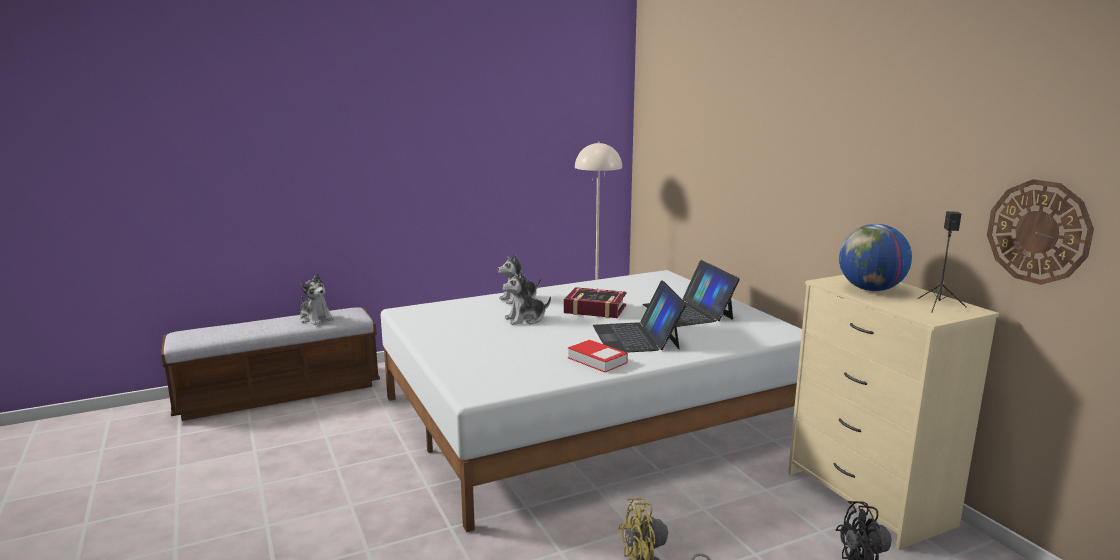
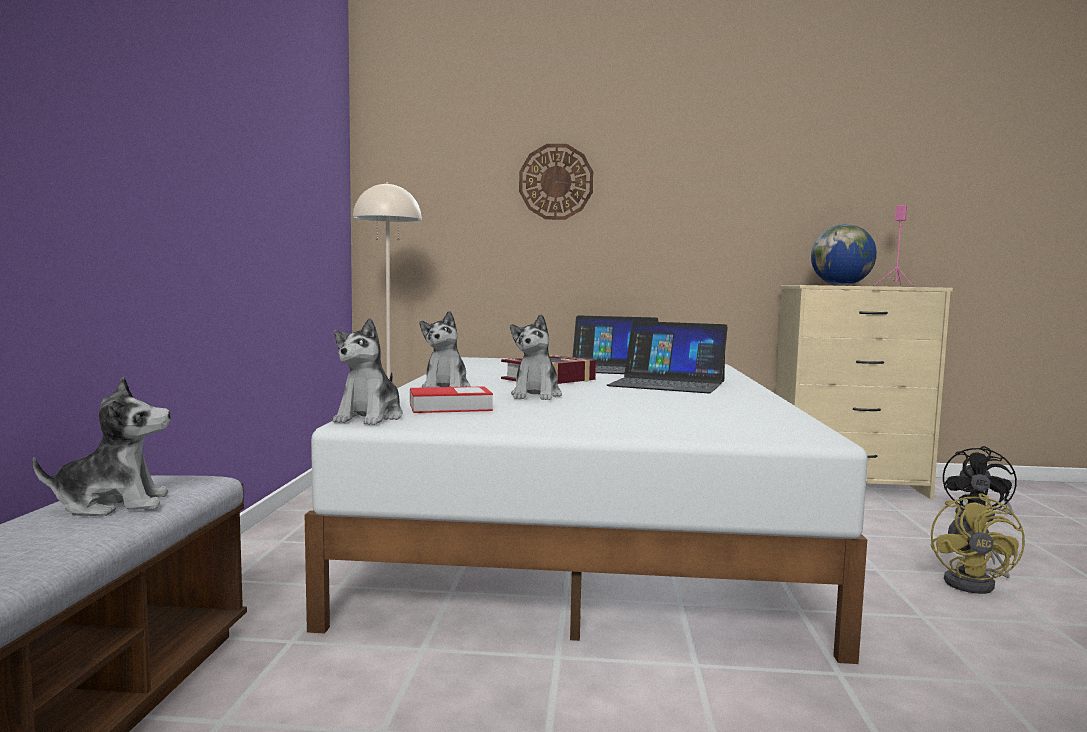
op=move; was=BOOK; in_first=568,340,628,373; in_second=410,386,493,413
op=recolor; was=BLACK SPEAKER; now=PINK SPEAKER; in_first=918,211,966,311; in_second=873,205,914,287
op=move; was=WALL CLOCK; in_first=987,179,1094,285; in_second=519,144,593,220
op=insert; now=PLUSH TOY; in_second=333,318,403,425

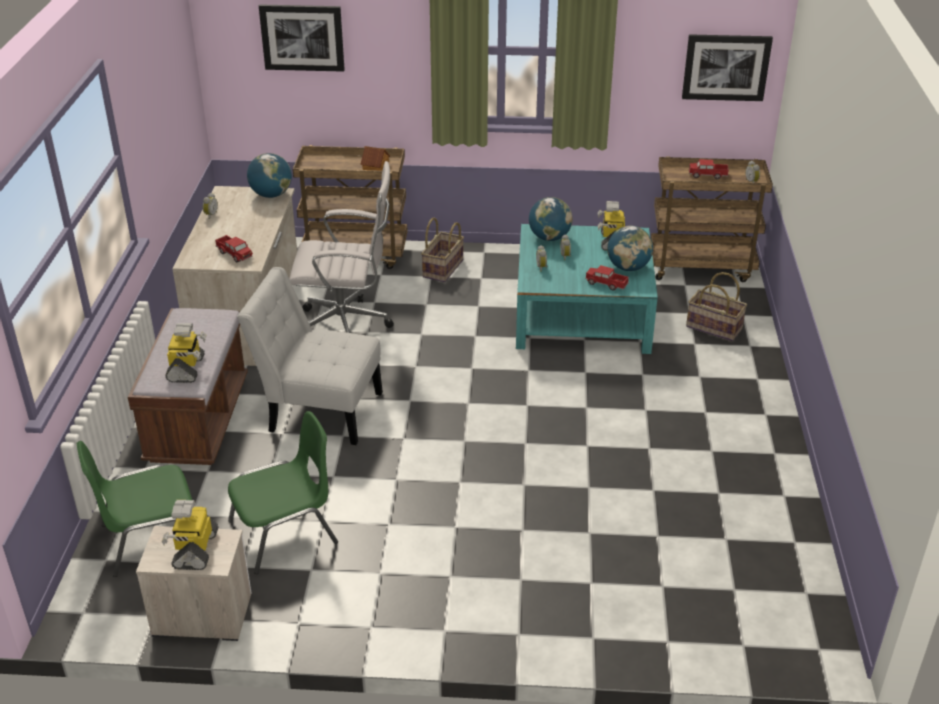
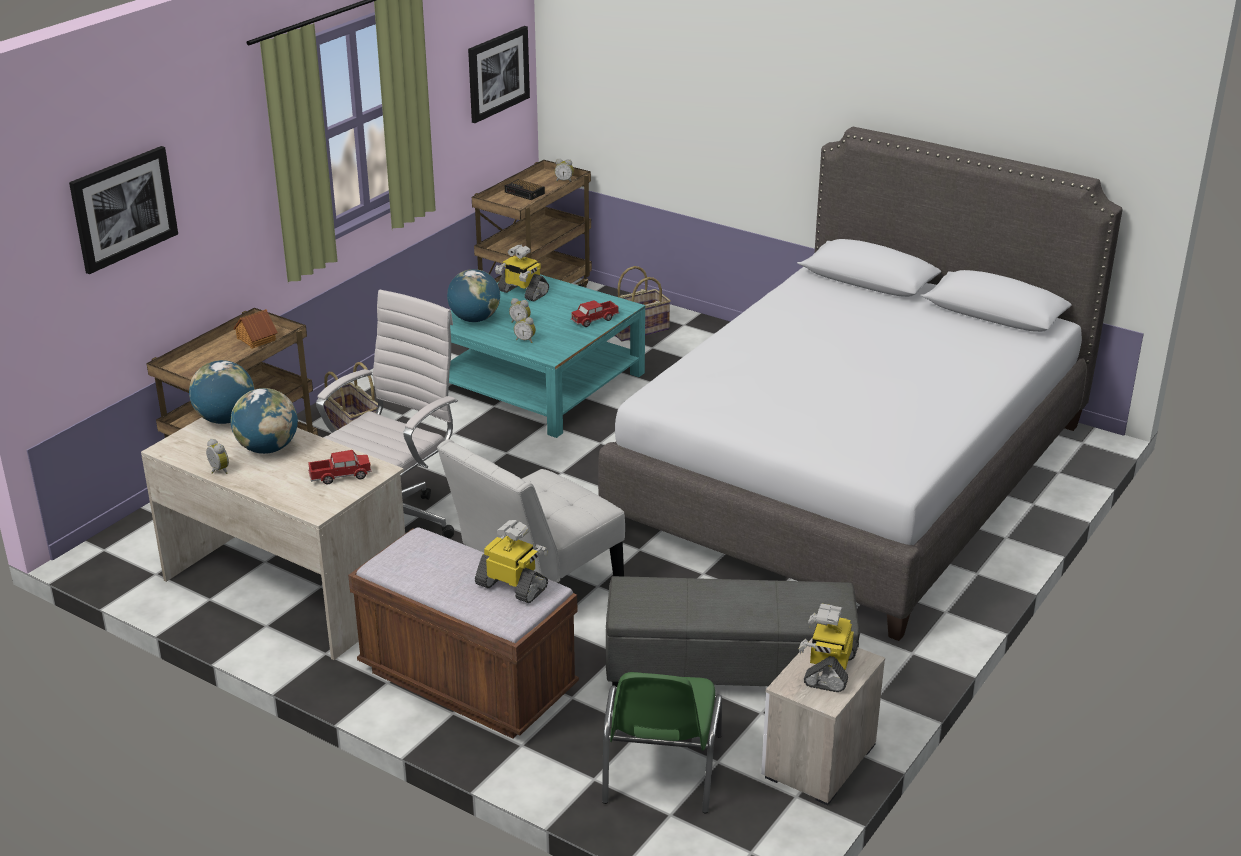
op=rotate; was=TOY ROBOT; in_first=162,500,219,570; in_second=799,603,858,692; clockwise=75
op=replace; was=GREEN CHAIR; now=GREY OTTOMAN; in_first=228,411,338,574; in_second=606,576,860,687
op=move; was=GLOBE; in_first=607,226,653,271; in_second=231,388,298,454
op=replace; was=TOY TRUCK; now=ALARM CLOCK; in_first=689,159,729,179; in_second=505,179,545,200
op=insert; now=GREY BED; in_second=598,126,1123,641

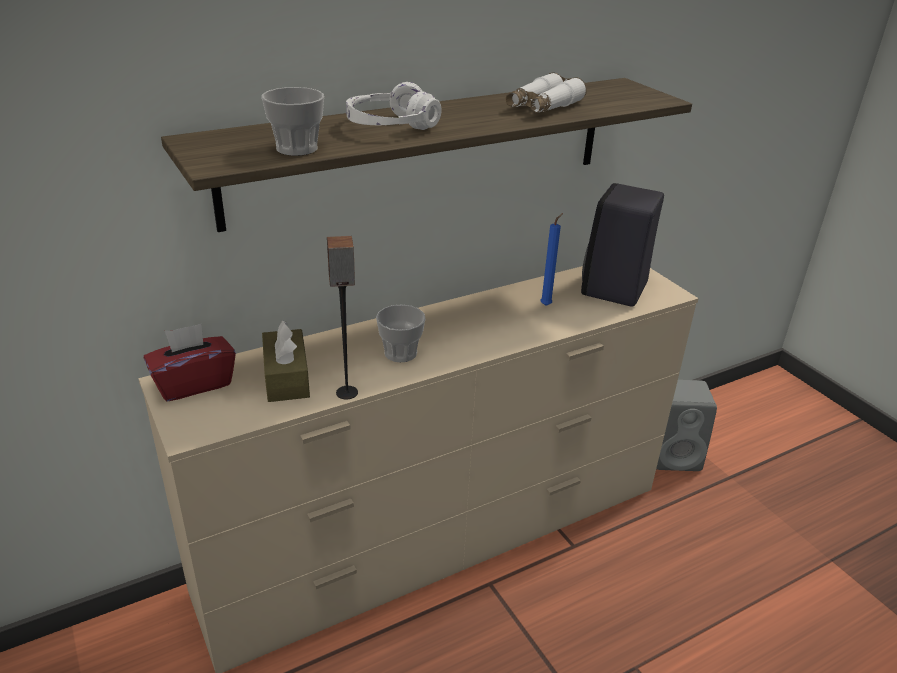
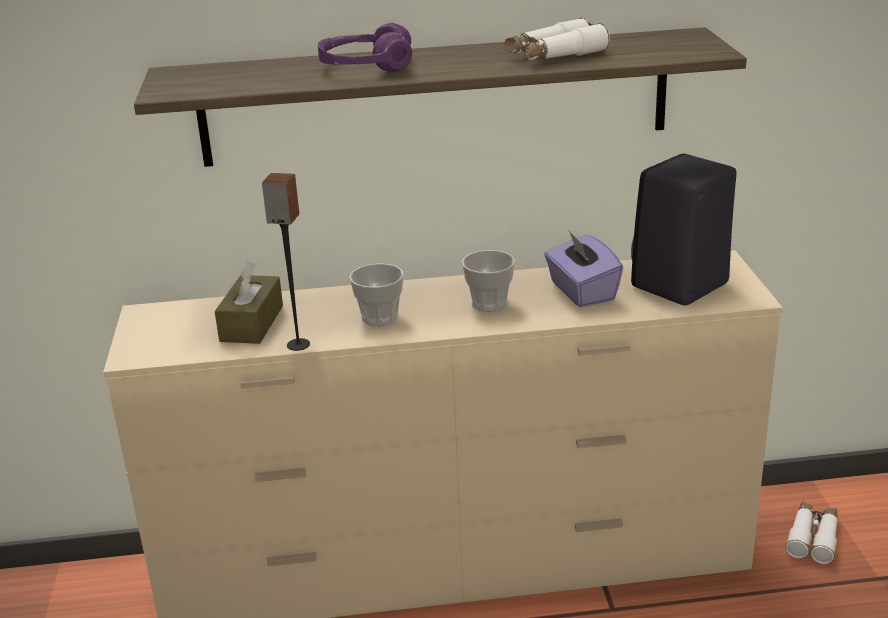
op=delete; was=RED TISSUE BOX; in_first=144,324,236,401
op=move; was=CUP; in_first=262,87,324,156; in_second=462,250,515,312
op=recolor; was=WHITE HEADPHONES; now=PURPLE HEADPHONES; in_first=346,82,442,130; in_second=318,23,412,72
op=replace; was=BLUE CANDLE; now=PURPLE TISSUE BOX; in_first=540,213,563,306; in_second=544,231,623,307
op=replace; was=GREY SPEAKER; now=WHITE BINOCULARS; in_first=656,380,717,471; in_second=785,501,838,564

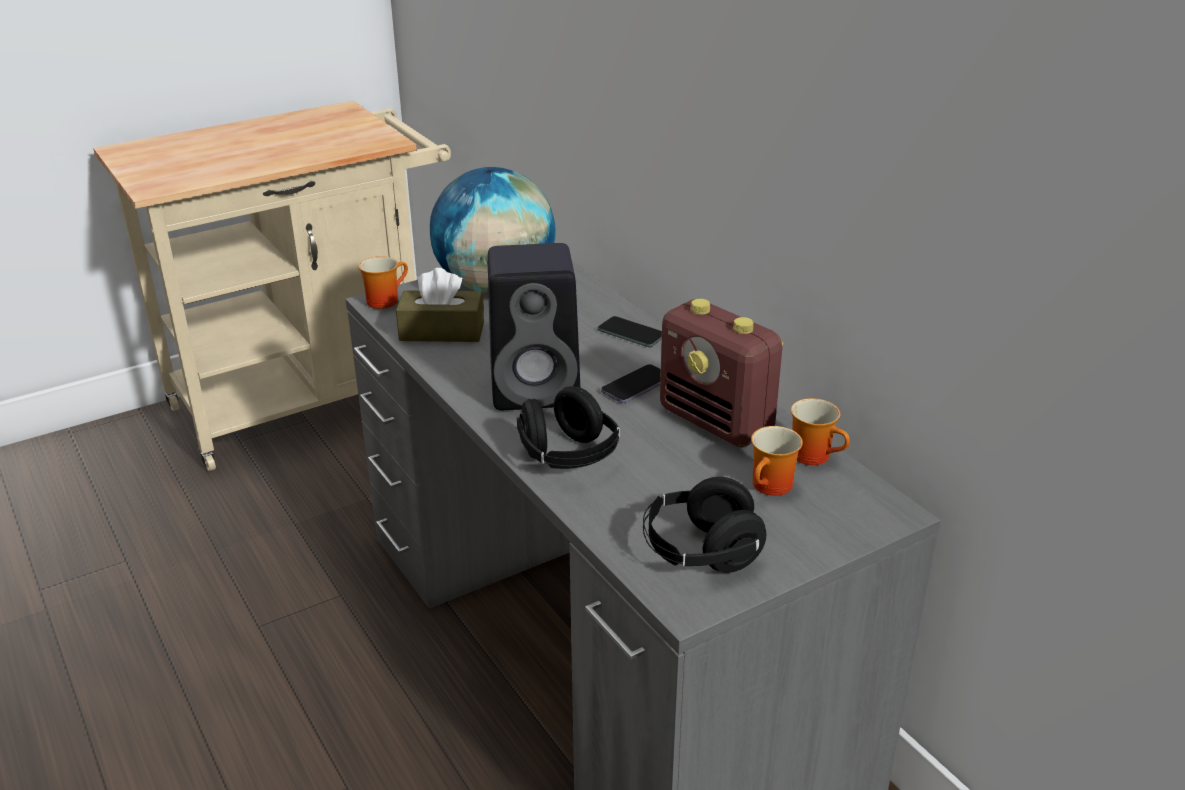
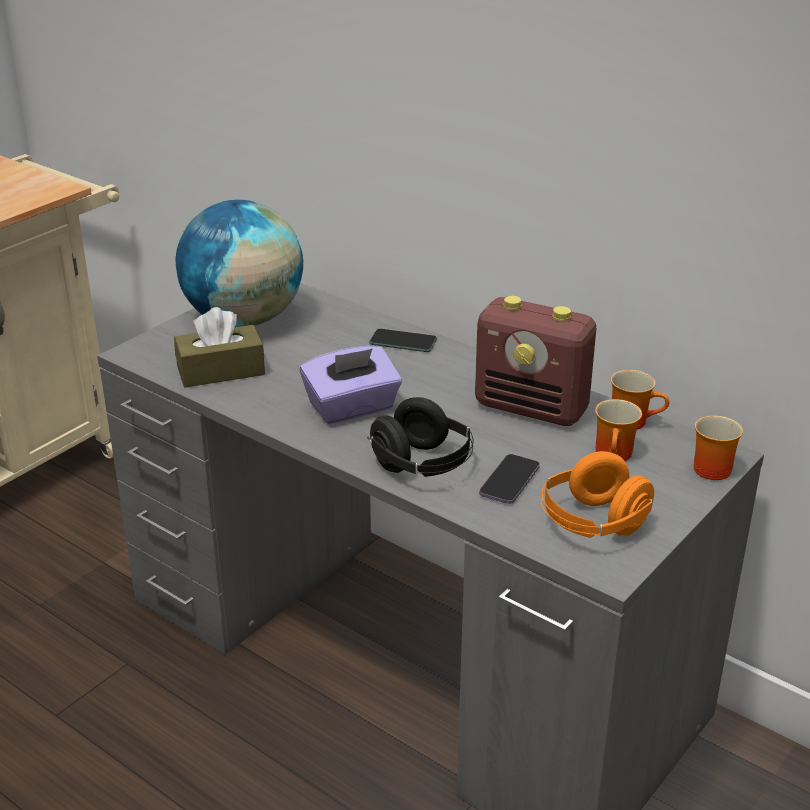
op=move; was=MUG; in_first=358,256,408,309; in_second=694,415,743,480
op=replace; was=BLACK SPEAKER; now=PURPLE TISSUE BOX; in_first=488,243,580,410; in_second=300,346,402,424
op=move; was=PHONE; in_first=601,364,661,403; in_second=479,454,540,504
op=recolor; was=BLACK HEADPHONES; now=ORANGE HEADPHONES; in_first=643,477,766,573; in_second=541,451,654,538

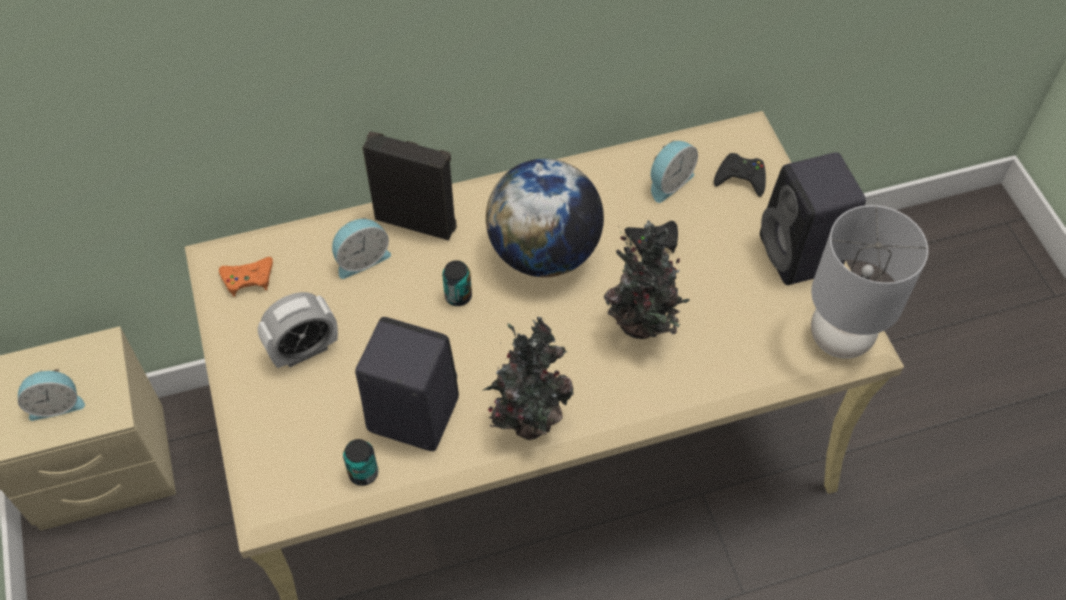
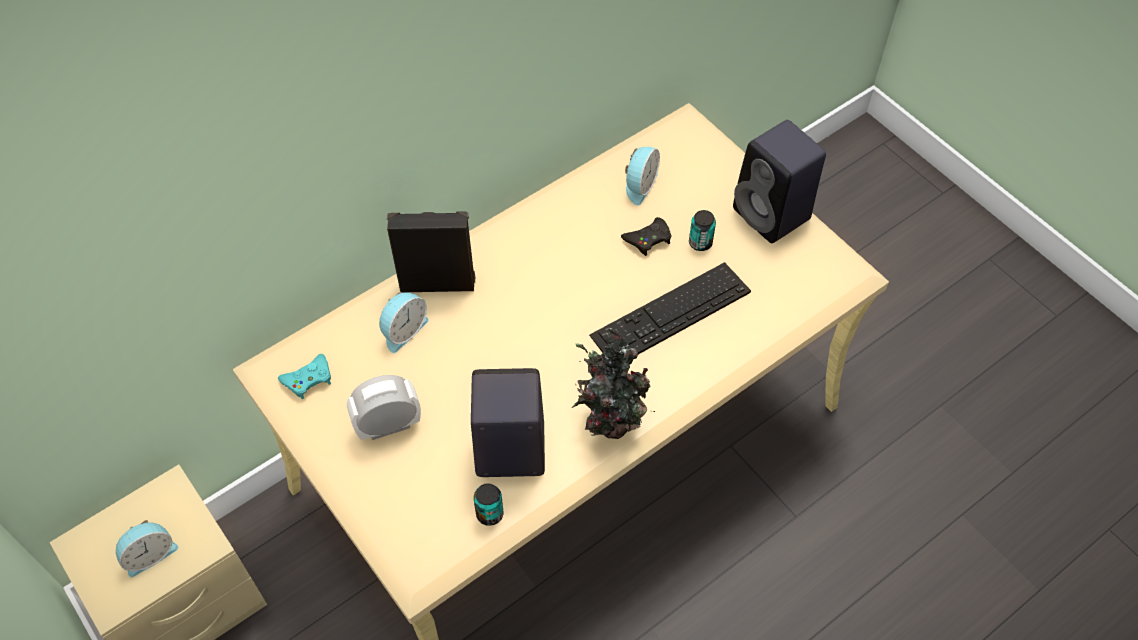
op=recolor; was=ORANGE GAME CONTROLLER; now=TURQUOISE GAME CONTROLLER; in_first=219,257,273,297; in_second=278,354,331,399
op=rotate; was=ALARM CLOCK; in_first=258,292,338,368; in_second=347,375,421,440; clockwise=-150
op=move; was=CAN; in_first=442,260,472,306; in_second=689,210,716,251
op=delete; was=GLOBE; in_first=486,159,604,277
op=replace; was=POTTED PLANT; now=KEYBOARD; in_first=604,220,690,339; in_second=589,262,751,354
op=delete; was=BLACK GAME CONTROLLER; in_first=714,153,766,197
op=delete; was=GREY TABLE LAMP; in_first=811,205,928,359

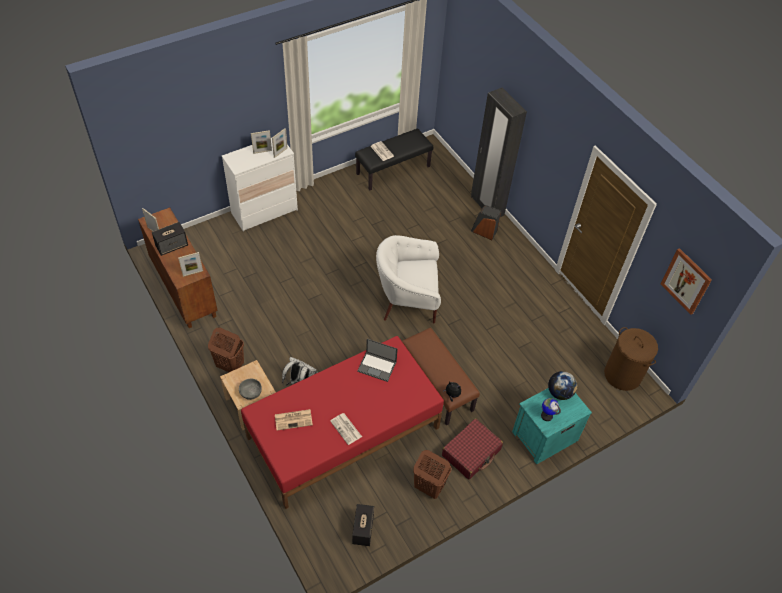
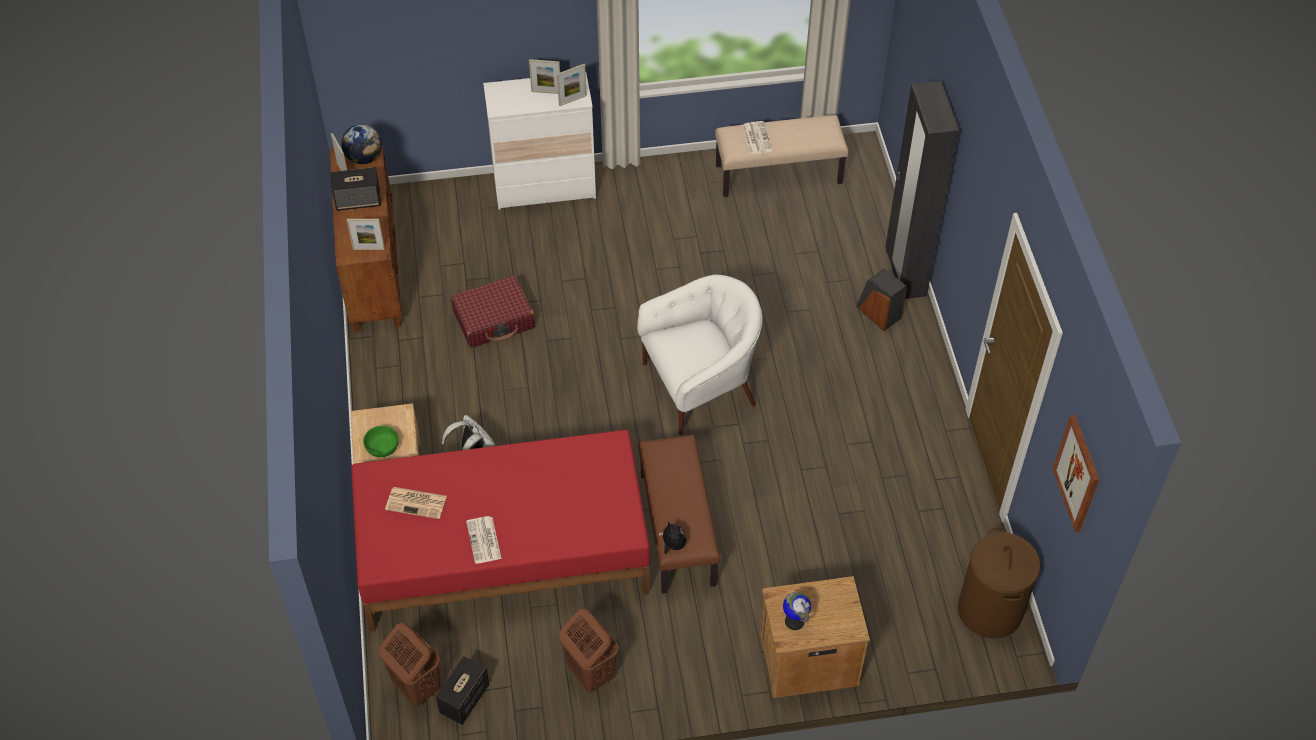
op=move; was=BROWN LAUNDRY BASKET; in_first=208,328,244,372; in_second=379,623,440,706
op=recolor; was=GREY BOWL; now=GREEN BOWL; in_first=239,379,262,400; in_second=363,426,399,457
op=recolor; was=BLACK BENCH; now=BEIGE BENCH; in_first=355,129,433,190; in_second=715,115,848,197
op=delete; was=LAPTOP; in_first=357,339,398,382
op=rotate; was=WHITE ARMCHAIR; in_first=376,235,441,324; in_second=637,275,763,435; clockwise=135
op=move; was=RED SUITCASE; in_first=442,418,503,480; in_second=451,276,535,348
op=recolor; was=TURQUOISE NIGHTSTAND; now=BROWN NIGHTSTAND; in_first=512,388,592,465; in_second=760,576,870,698
op=move; was=GLOBE; in_first=548,371,577,400; in_second=341,124,382,164

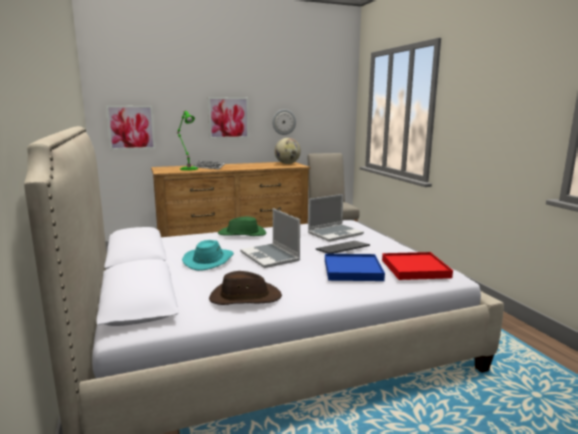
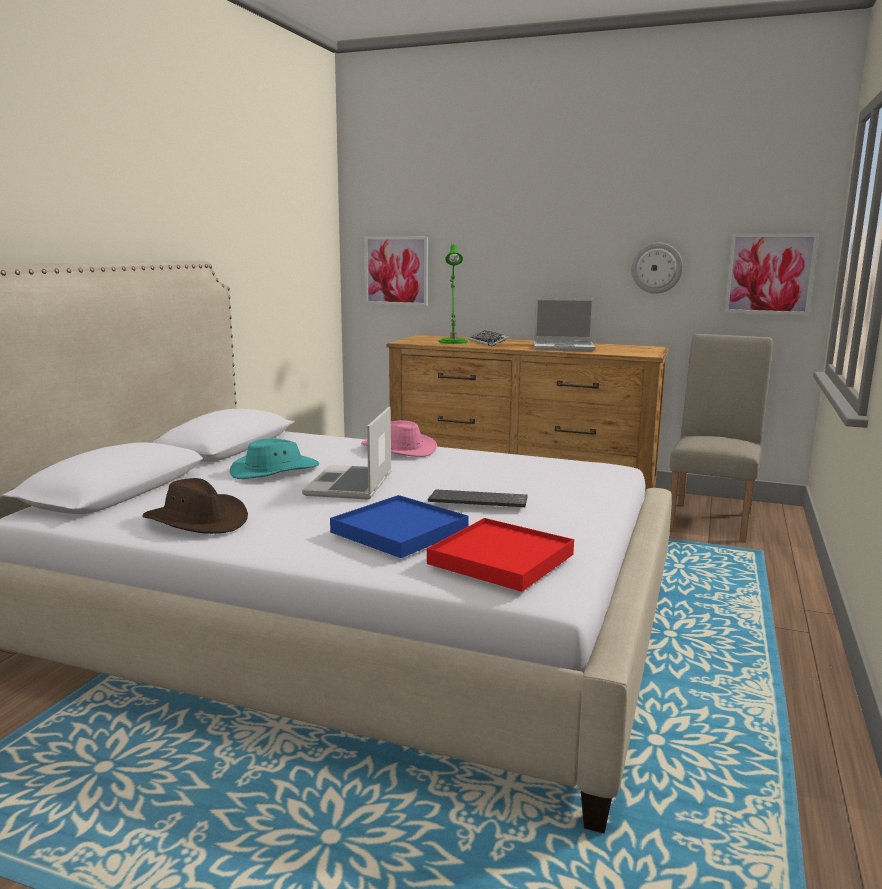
op=move; was=PICTURE; in_first=208,97,249,139; in_second=724,233,819,316
op=recolor; was=GREEN HAT; now=PINK HAT; in_first=218,216,266,236; in_second=361,420,437,457
op=delete; was=GLOBE; in_first=275,138,301,164
op=move; was=LAPTOP; in_first=308,194,364,242; in_second=534,298,595,351

